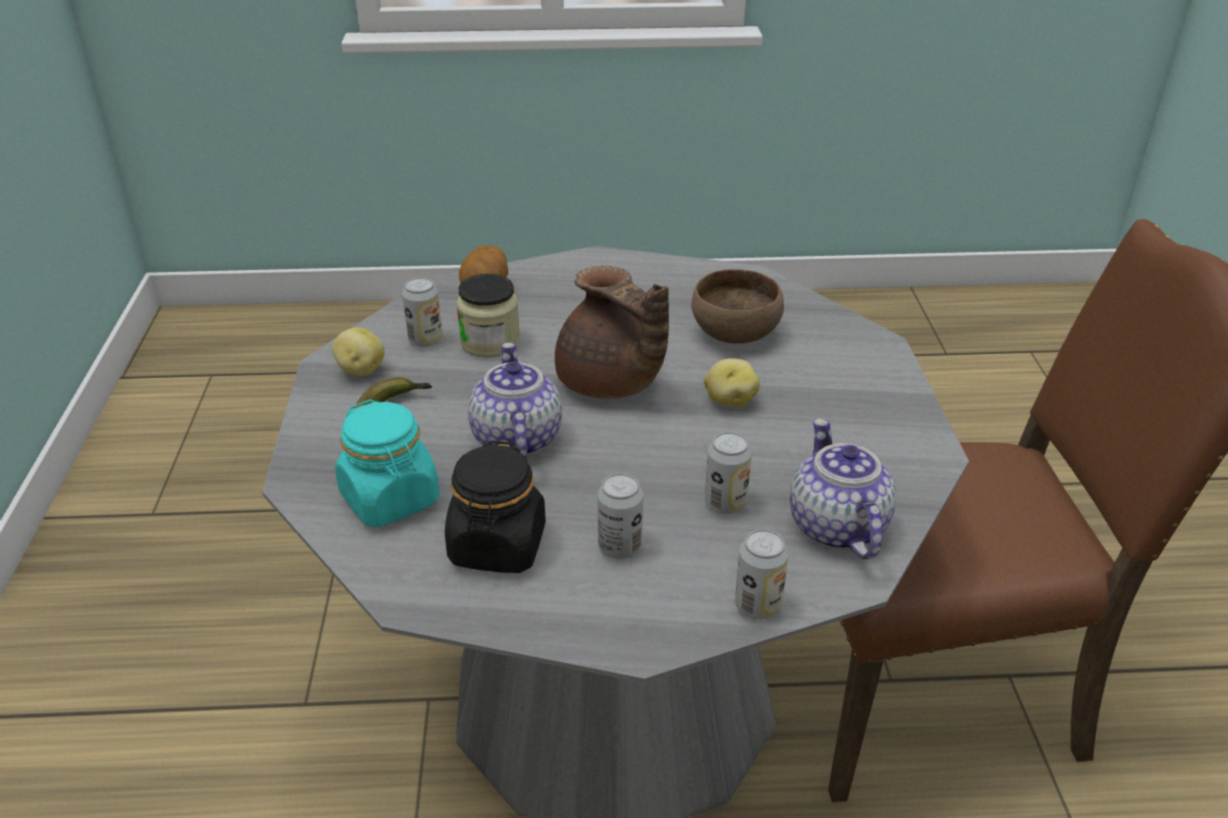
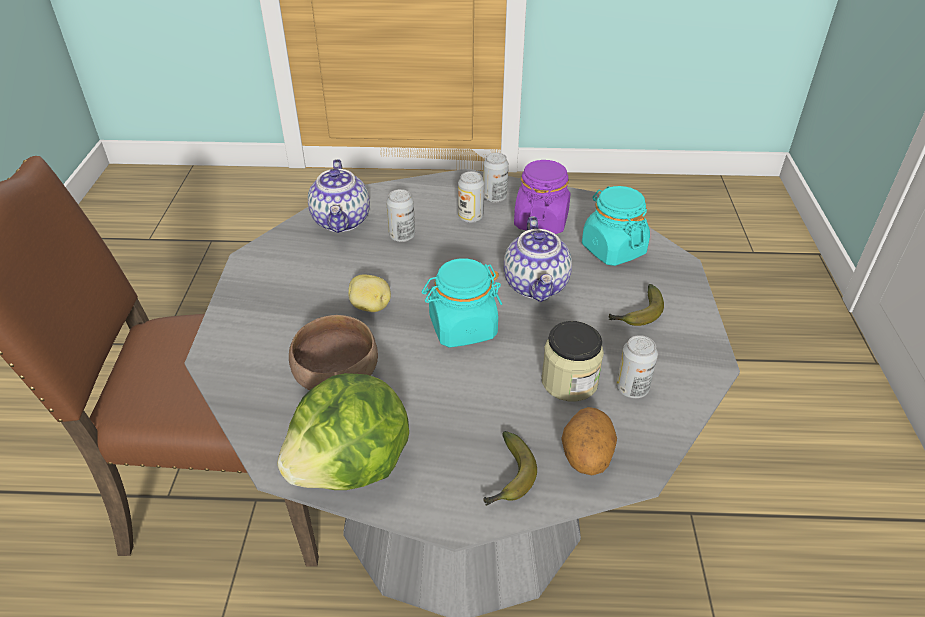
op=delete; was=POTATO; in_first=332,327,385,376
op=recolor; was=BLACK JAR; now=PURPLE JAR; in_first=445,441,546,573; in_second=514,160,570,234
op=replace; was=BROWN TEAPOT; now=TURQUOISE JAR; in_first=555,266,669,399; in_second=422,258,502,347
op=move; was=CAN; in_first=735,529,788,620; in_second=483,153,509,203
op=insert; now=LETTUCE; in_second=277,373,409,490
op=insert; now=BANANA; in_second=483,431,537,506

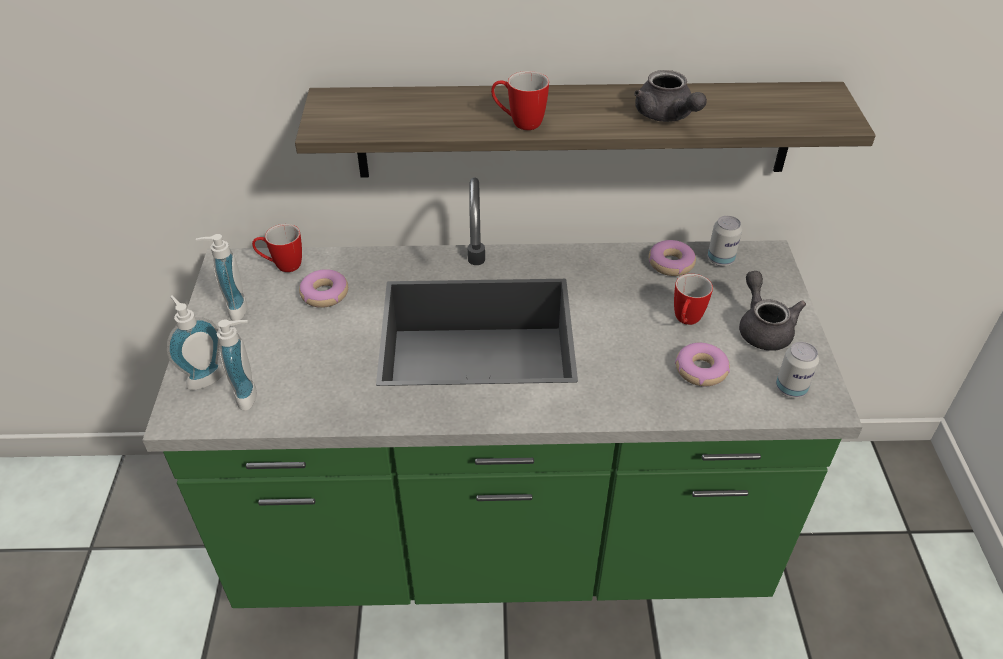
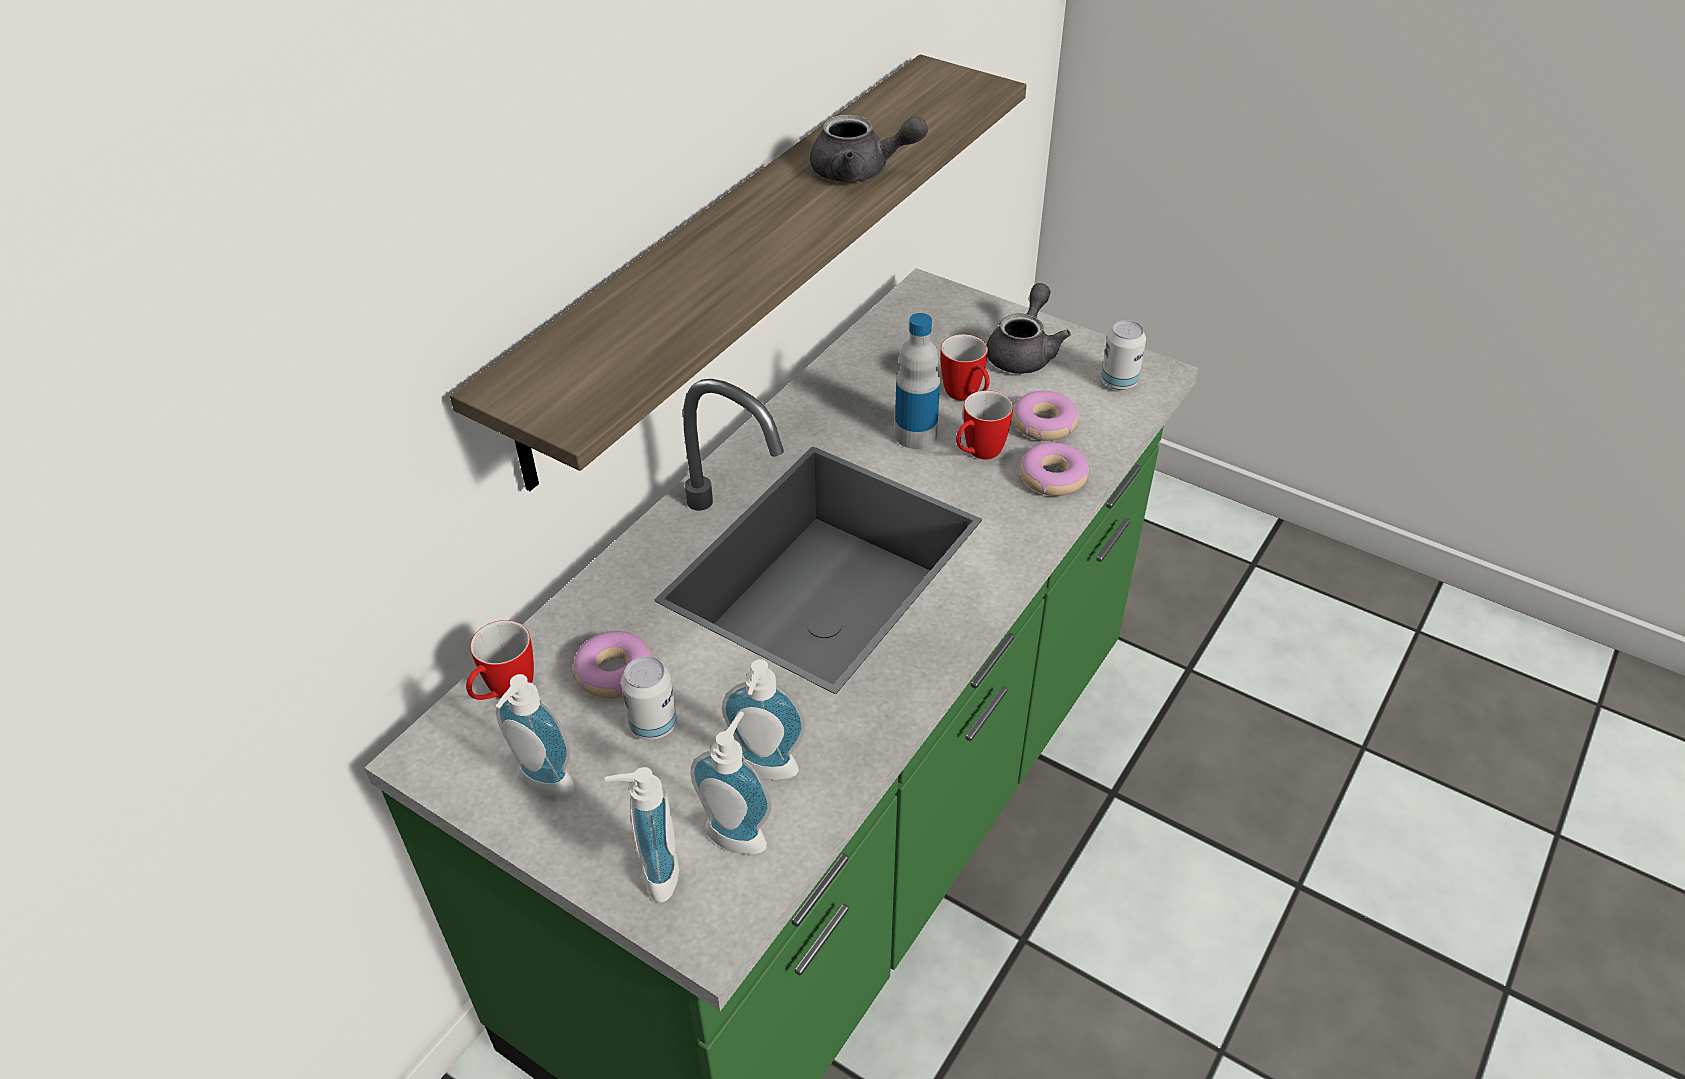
op=move; was=MUG; in_first=491,71,549,130; in_second=956,390,1013,460
op=move; was=DONUT; in_first=649,240,696,276; in_second=1019,442,1089,496
op=move; was=CAN; in_first=707,216,742,266; in_second=621,656,677,740
op=rotate; was=GREY TEAPOT; in_first=739,271,806,351; in_second=987,283,1071,374; clockwise=90
op=insert; now=SOAP DISPENSER; in_second=722,659,806,780
op=insert; now=BOTTLE; in_second=895,313,940,449

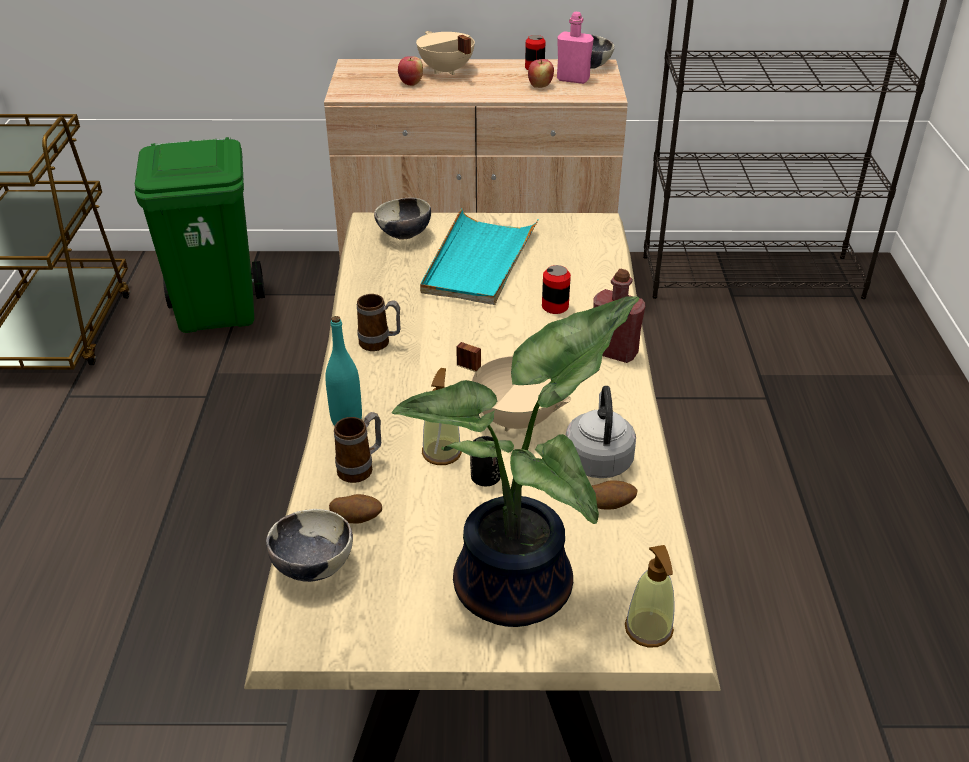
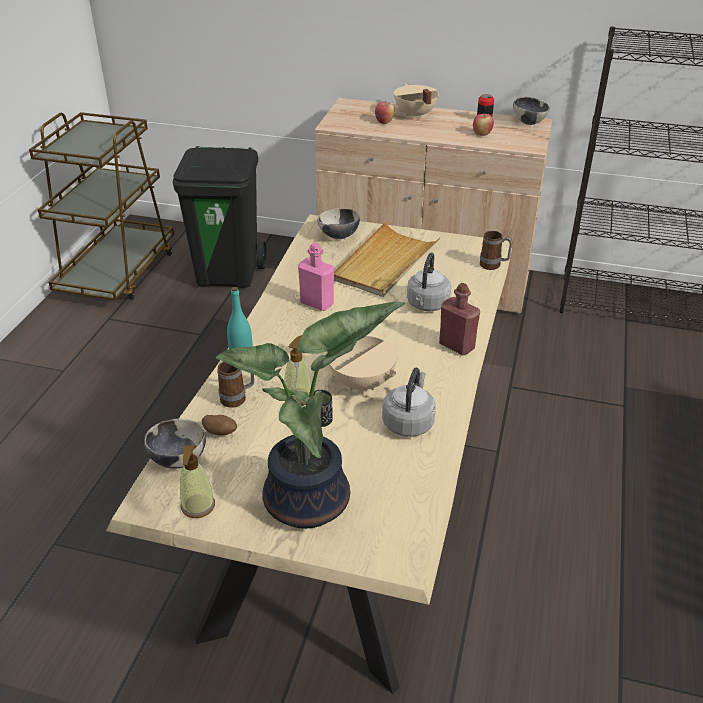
op=recolor; was=GREEN TRASH CAN; now=BLACK TRASH CAN; in_first=135,137,265,333; in_second=173,146,267,288
op=move; was=MUG; in_first=357,294,400,351; in_second=480,231,513,270
op=recolor; was=TURQUOISE TRAY; now=BEIGE TRAY; in_first=420,208,539,305; in_second=334,222,441,297
op=replace; was=CAN; now=GREY KETTLE; in_first=542,265,571,314; in_second=407,252,451,311
op=move; was=PINK BOTTLE; in_first=557,12,594,84; in_second=298,243,334,311
op=delete; was=POTATO; in_first=592,480,637,510
op=move; was=SOAP DISPENSER; in_first=625,545,675,647; in_second=180,445,215,518

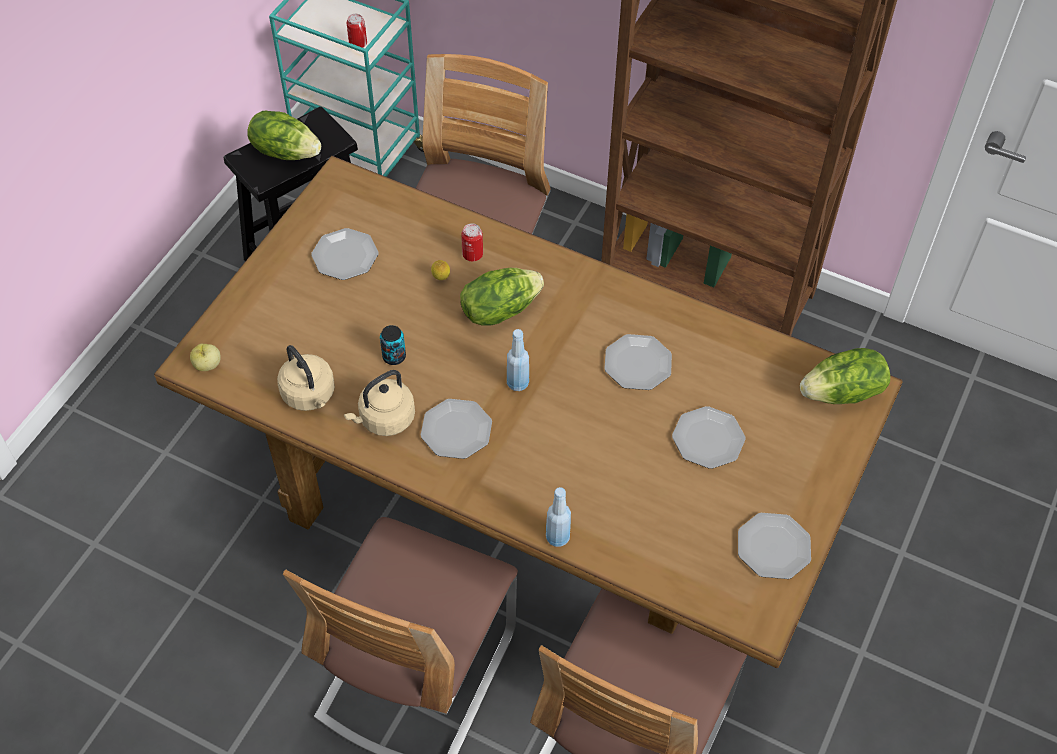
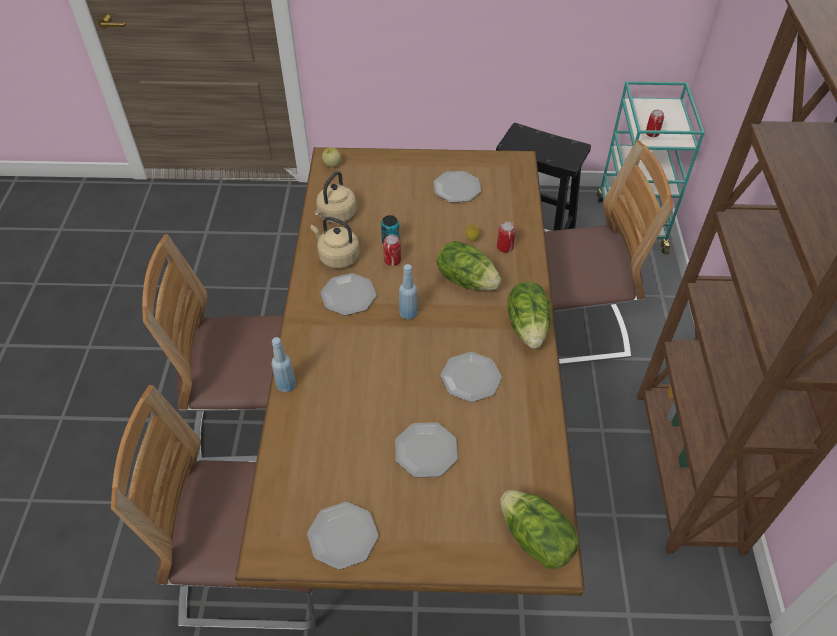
op=move; was=LETTUCE; in_first=247,111,321,160; in_second=508,282,551,349
op=insert; now=CAN; in_second=383,235,401,266

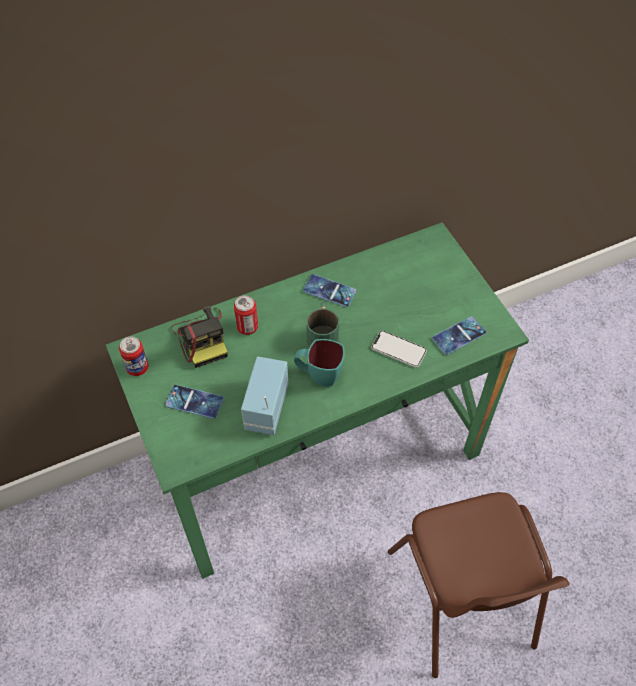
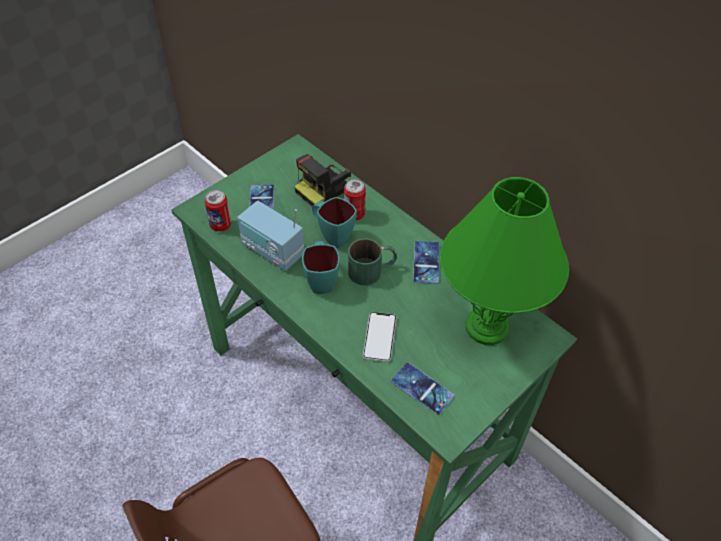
op=move; was=CAN; in_first=119,336,149,376; in_second=204,190,231,232
op=rotate; was=RADIO; in_first=241,357,288,435; in_second=237,201,304,271; clockwise=-135
op=insert; now=TURQUOISE MUG; in_second=312,197,357,248
op=insert; now=GREEN TABLE LAMP; in_second=440,177,569,345

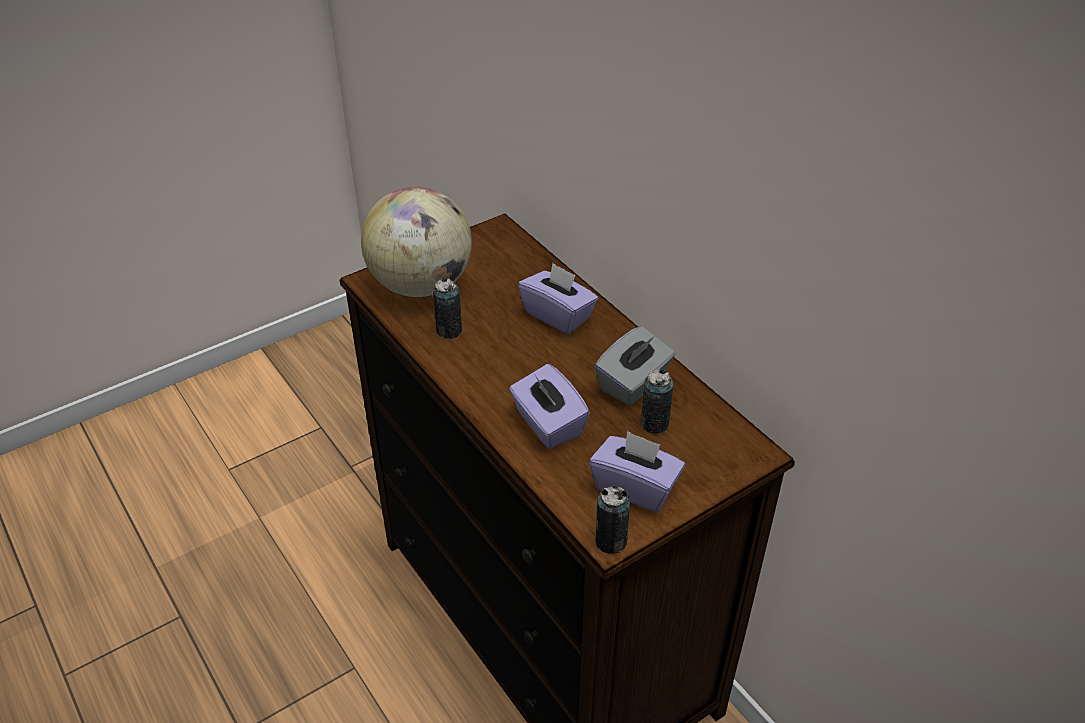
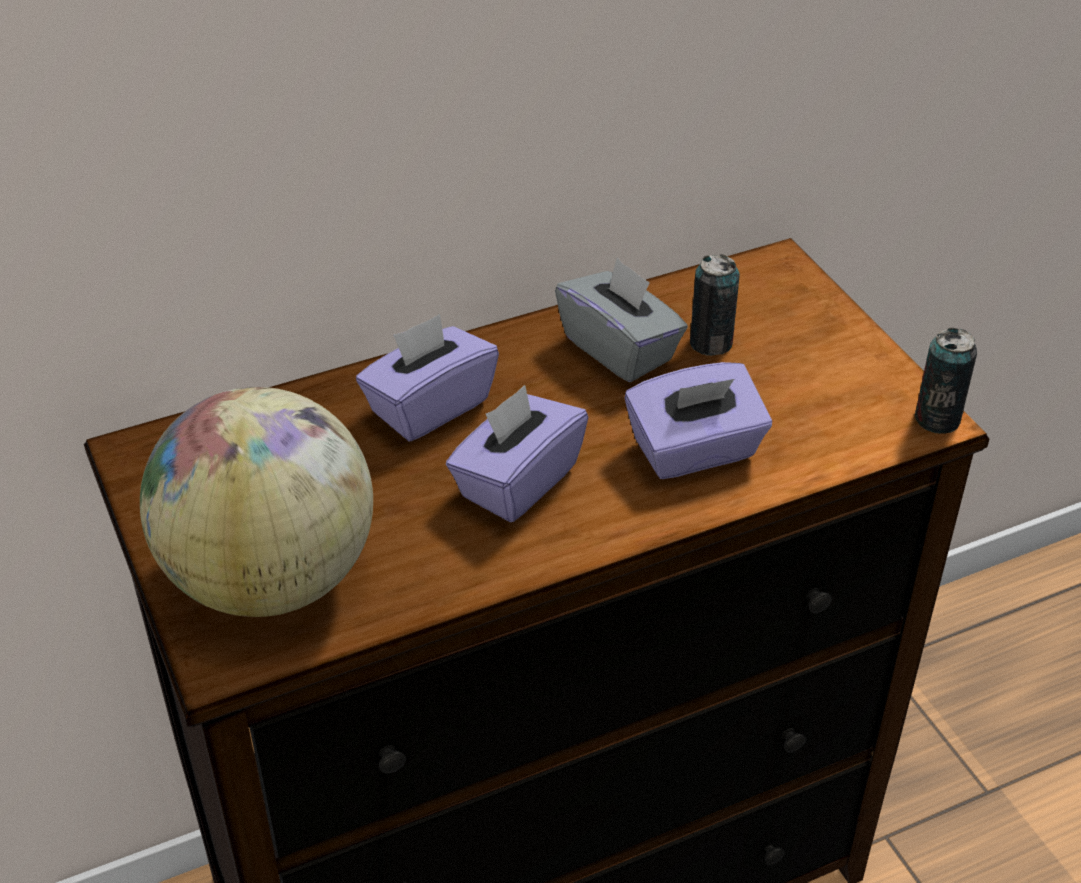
op=delete; was=CAN; in_first=433,278,462,339
op=move; was=PURPLE TISSUE BOX; in_first=590,431,685,512; in_second=446,385,588,522

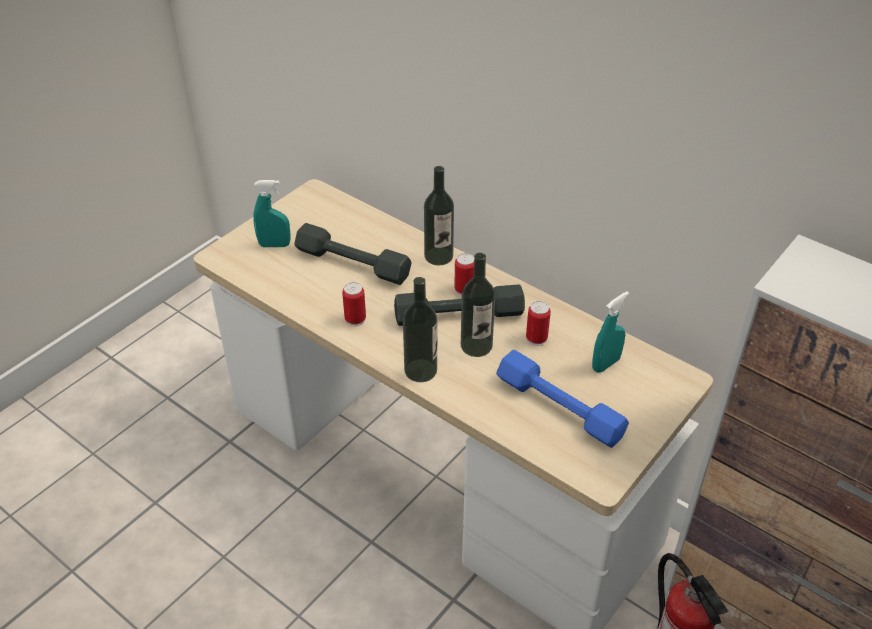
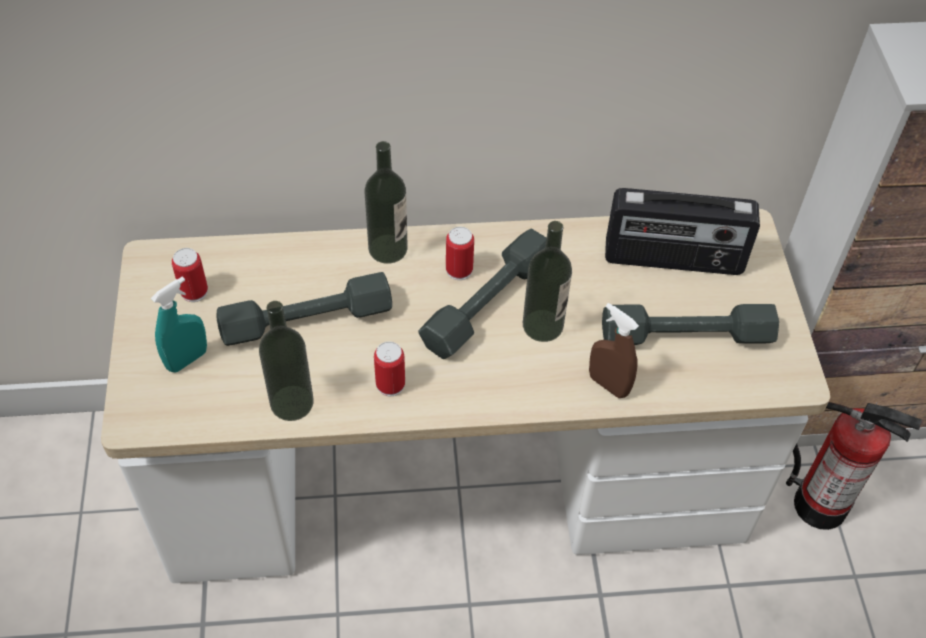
op=move; was=BOTTLE; in_first=403,277,437,382; in_second=259,301,314,421
op=recolor; was=BLUE DUMBBELL; now=GREY DUMBBELL; in_first=496,350,629,448; in_second=602,304,779,345
op=move; was=CAN; in_first=526,301,551,346; in_second=172,248,208,302
op=replace; was=TURQUOISE SPRAY BOTTLE; now=RADIO; in_first=592,291,629,373; in_second=605,188,760,275
op=insert; now=BROWN SPRAY BOTTLE; in_second=589,303,639,398

